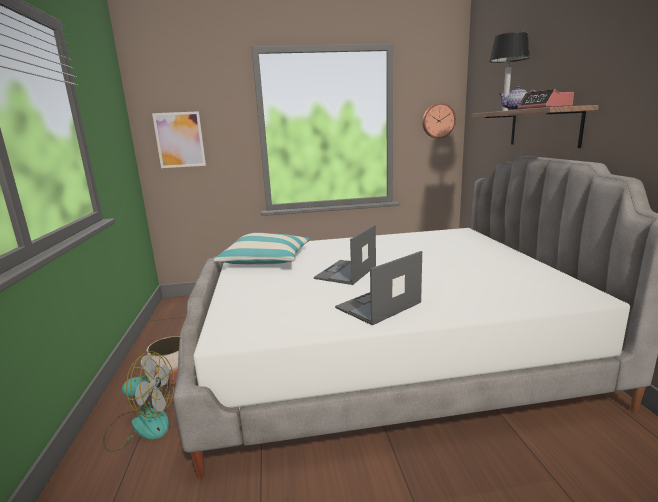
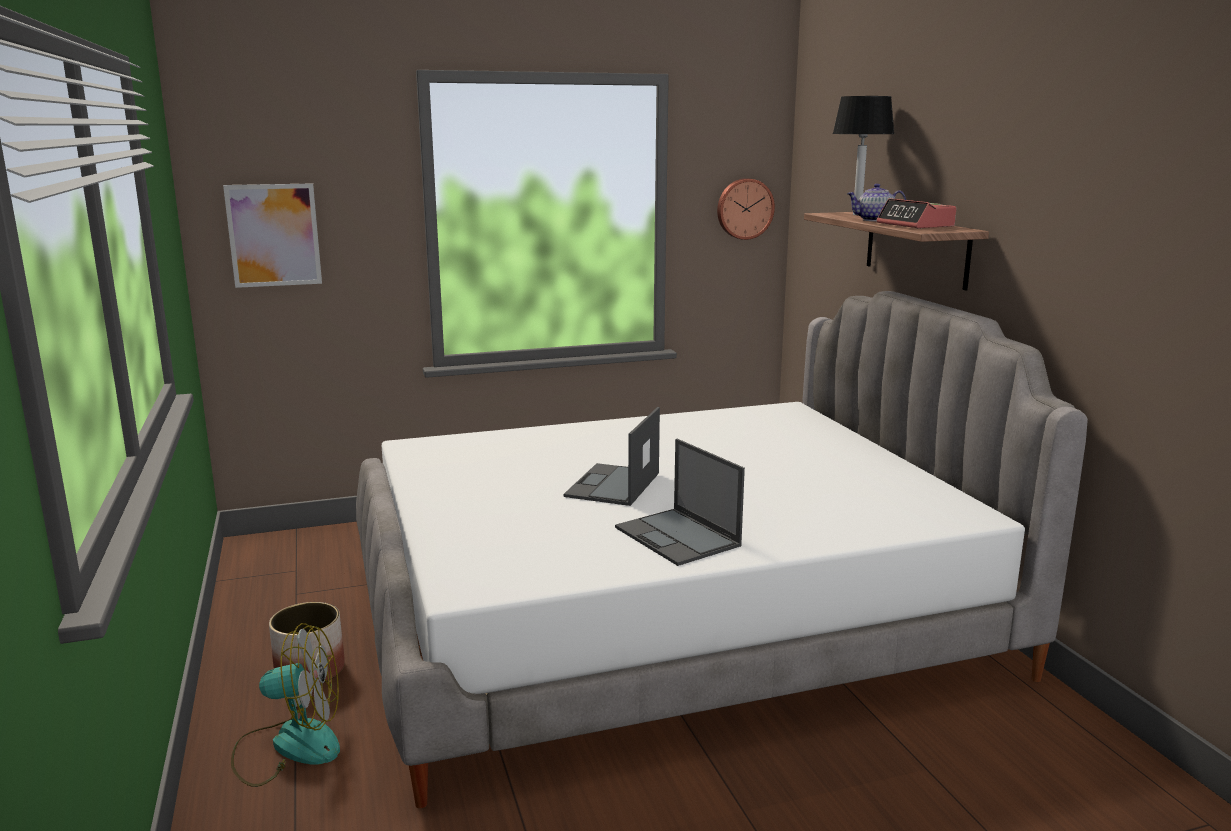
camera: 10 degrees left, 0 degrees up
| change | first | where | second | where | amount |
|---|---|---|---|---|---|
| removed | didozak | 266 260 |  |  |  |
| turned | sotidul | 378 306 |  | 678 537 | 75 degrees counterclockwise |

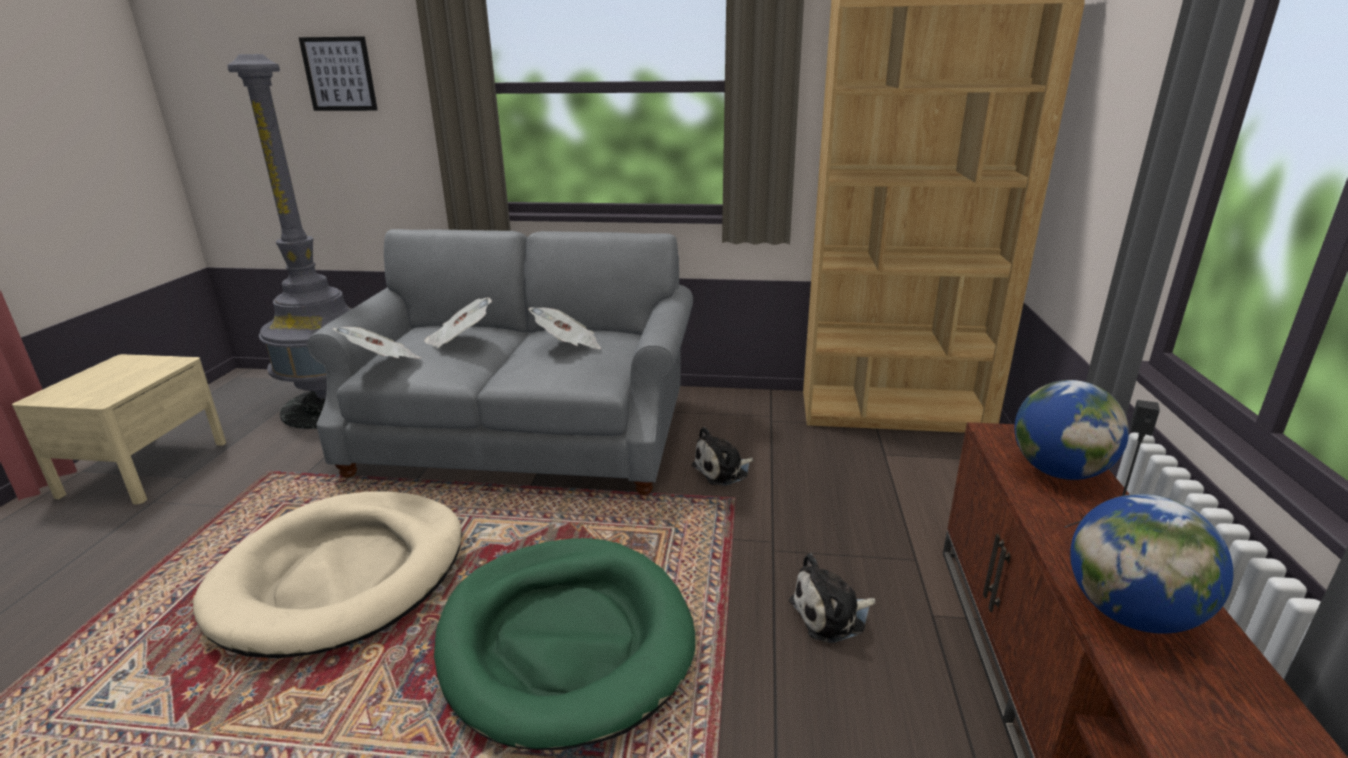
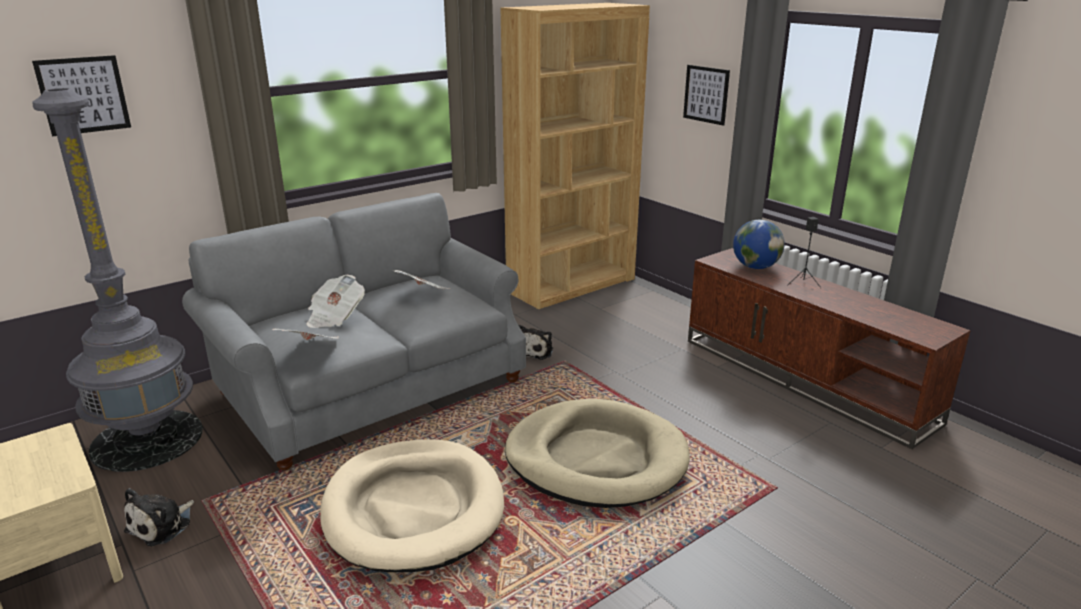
camera: 45 degrees left, 0 degrees up
| change | first | where | second | where | amount |
|---|---|---|---|---|---|
| removed | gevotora | 1130 613 |  |  |  |
| added |  |  | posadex | 706 94 |  |
| moved | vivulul | 831 615 |  | 162 525 |  |
| recoloured | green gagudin | 565 641 | beige gagudin | 596 459 |  |

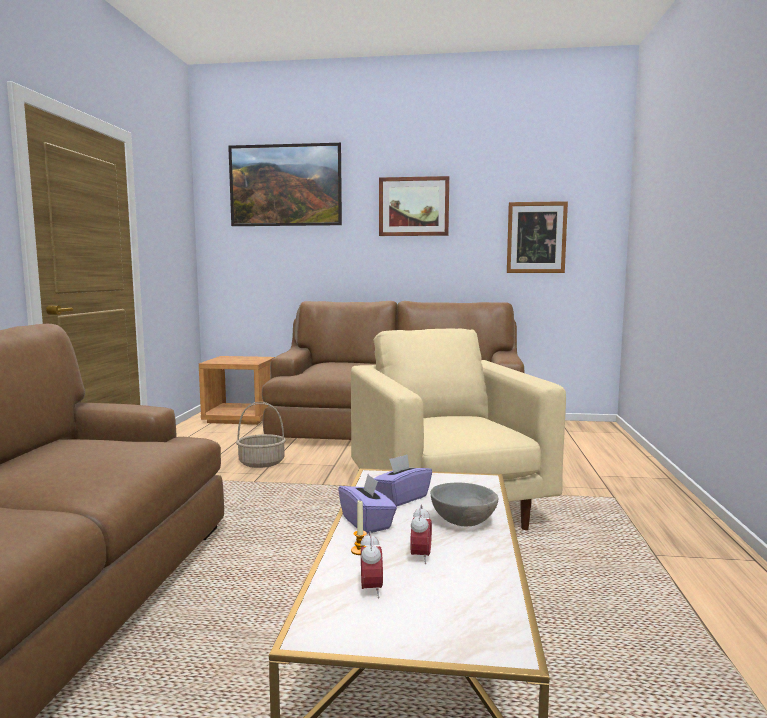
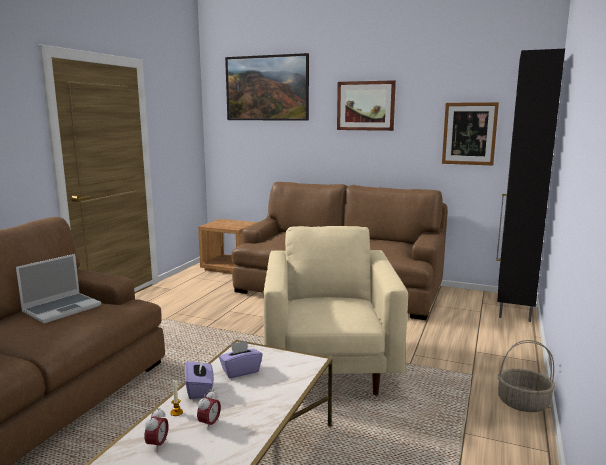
camera: 15 degrees right, 5 degrees up
| change | first | where | second | where | amount |
|---|---|---|---|---|---|
| removed | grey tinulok | 463 522 |  |  |  |
| added |  |  | sotidul | 62 308 |  |
| added |  |  | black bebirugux | 513 307 |  |
| moved | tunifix | 262 463 |  | 523 403 |  |

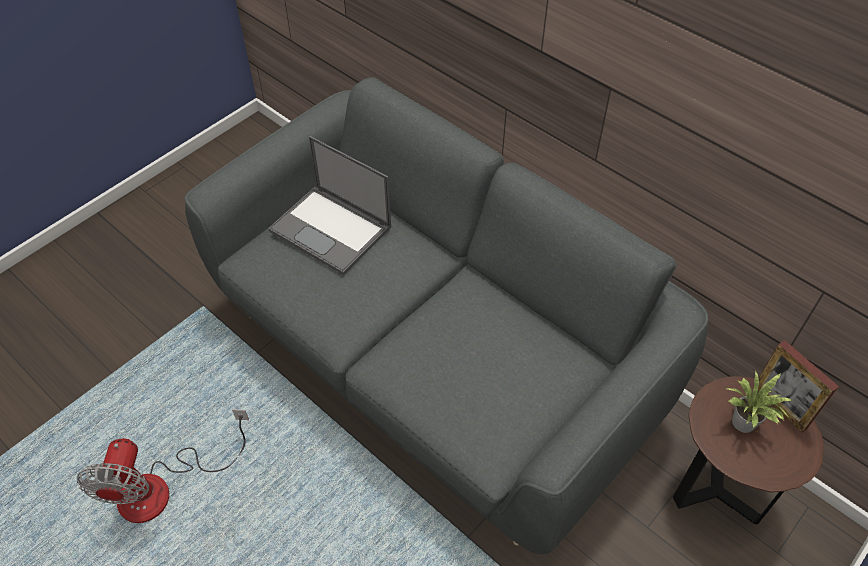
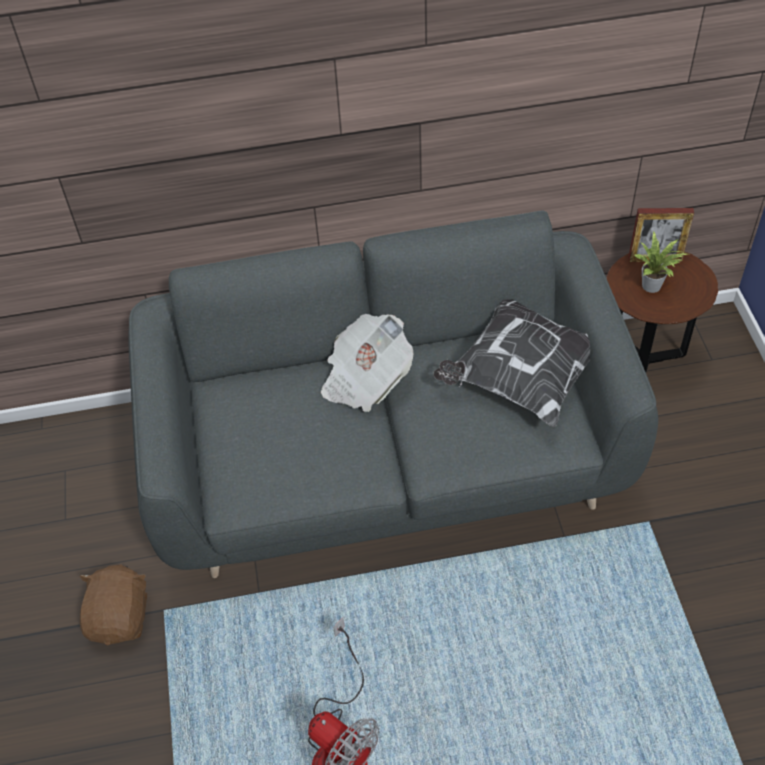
camera: 50 degrees left, 0 degrees up
| change | first | where | second | where | amount |
|---|---|---|---|---|---|
| removed | sotidul | 332 229 |  |  |  |
| added |  |  | brown vivulul | 120 617 |  |
| added |  |  | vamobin | 365 378 |  |
| added |  |  | didozak | 520 377 |  |

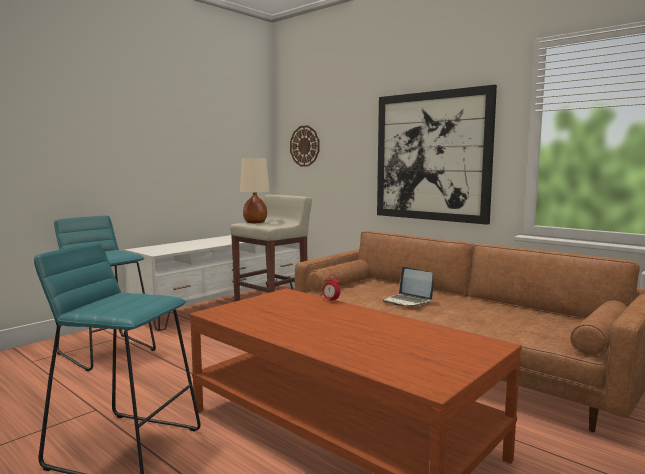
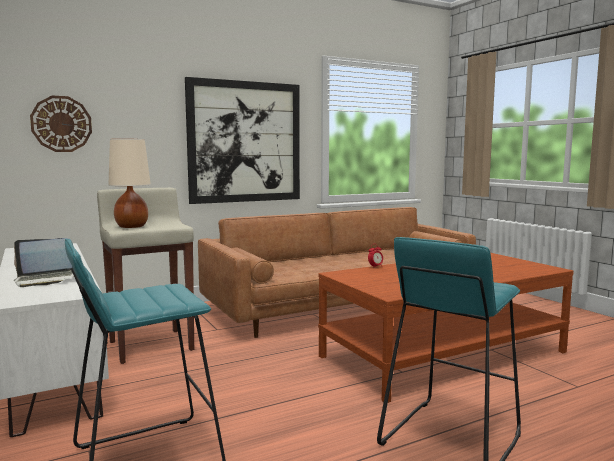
camera: 70 degrees left, 0 degrees up
| change | first | where | second | where | amount |
|---|---|---|---|---|---|
| moved | sotidul | 407 301 |  | 47 279 |  |

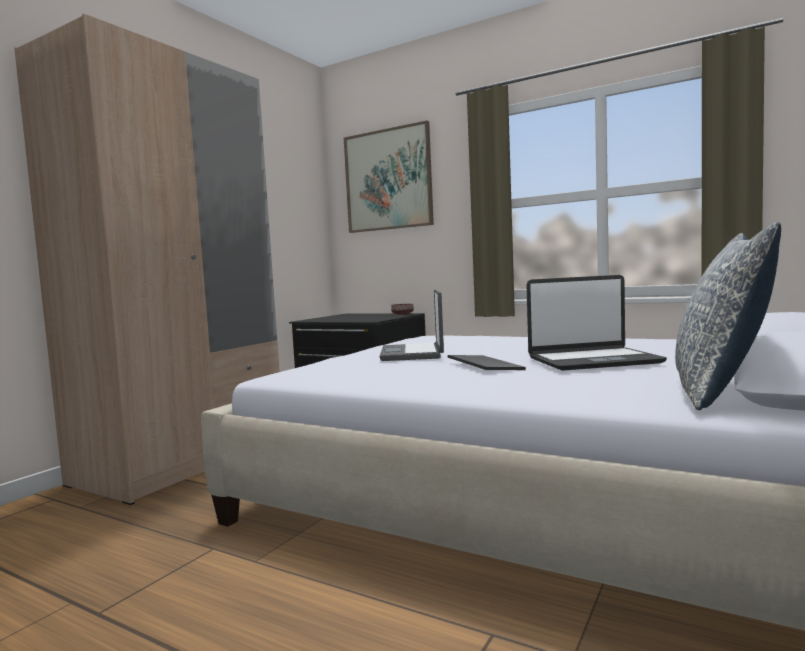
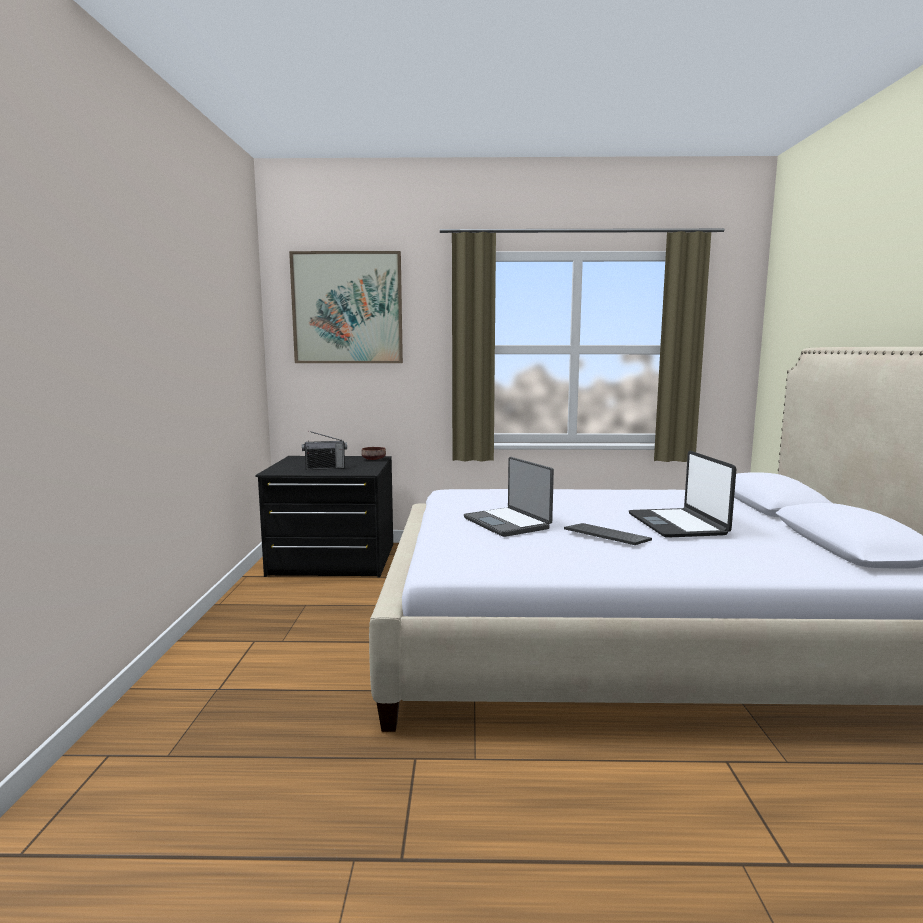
camera: 30 degrees left, 5 degrees up
| change | first | where | second | where | amount |
|---|---|---|---|---|---|
| removed | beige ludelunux | 184 462 |  |  |  |
| removed | didozak | 720 392 |  |  |  |
| added |  |  | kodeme | 325 468 |  |
| turned | sotidul | 592 360 |  | 678 524 | 120 degrees clockwise |

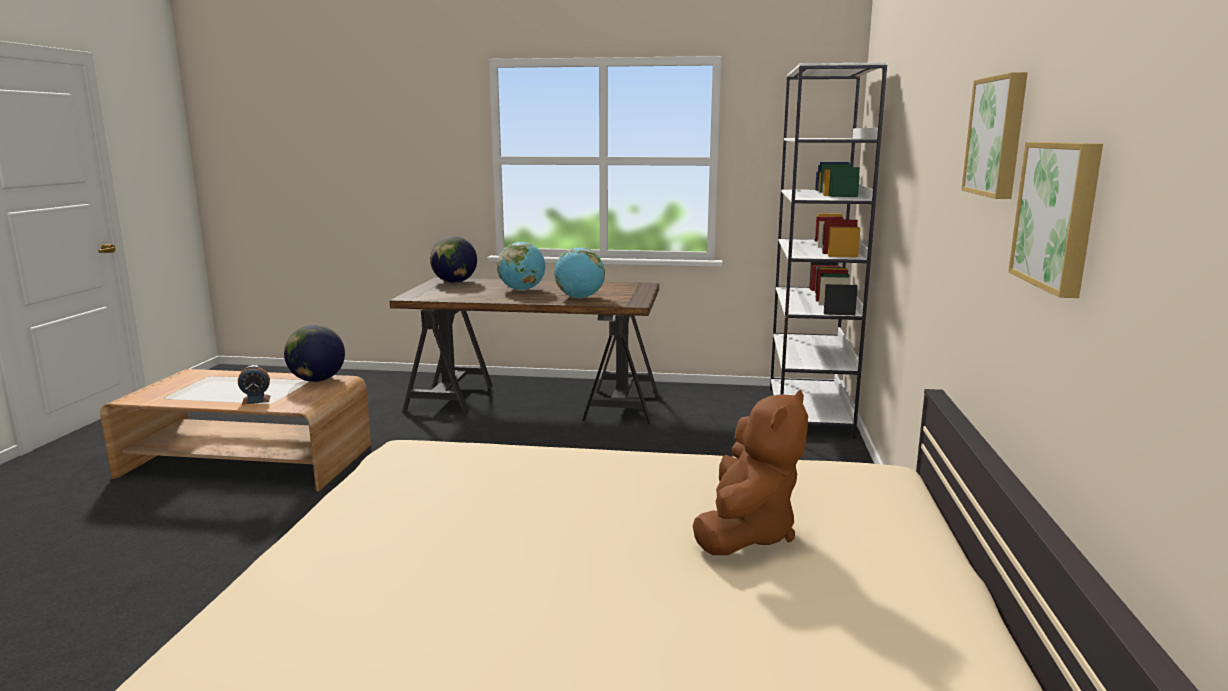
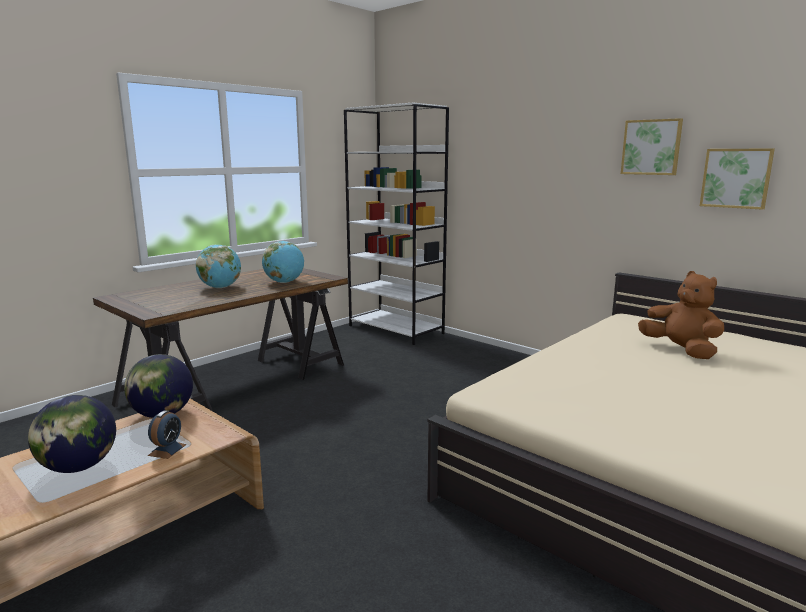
camera: 55 degrees left, 0 degrees up
| change | first | where | second | where | amount |
|---|---|---|---|---|---|
| moved | gevotora | 454 282 |  | 78 467 |  |

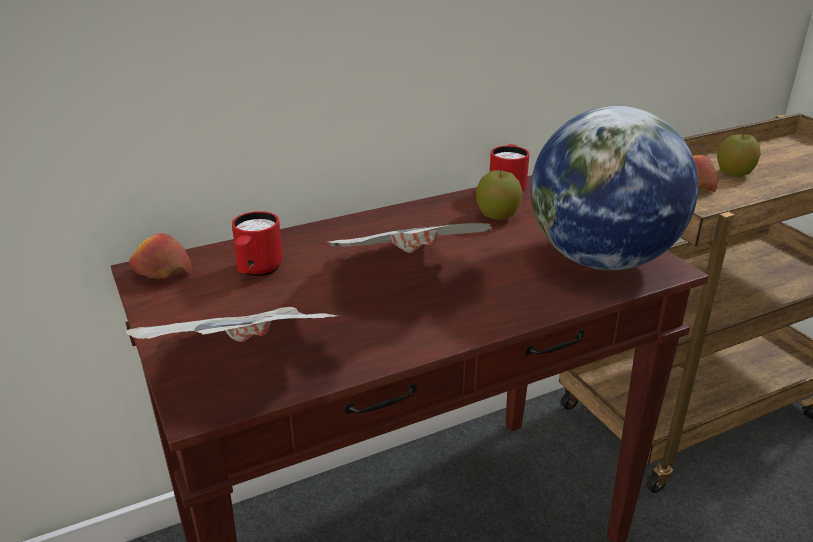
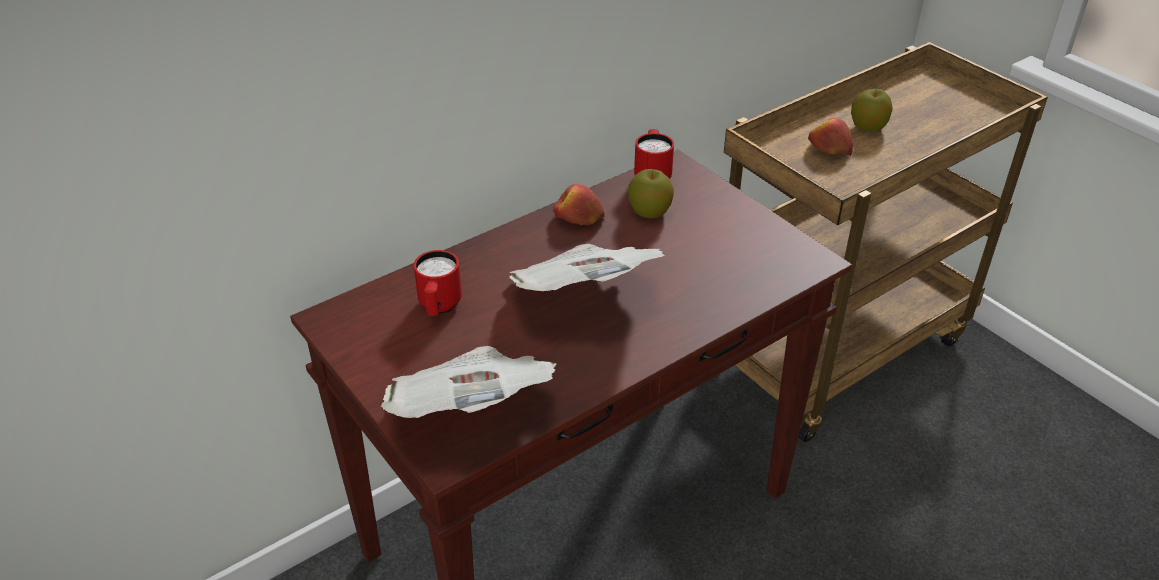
camera: 10 degrees left, 10 degrees up
| change | first | where | second | where | amount |
|---|---|---|---|---|---|
| removed | gevotora | 600 260 |  |  |  |
| moved | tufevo | 161 273 |  | 578 218 |  |

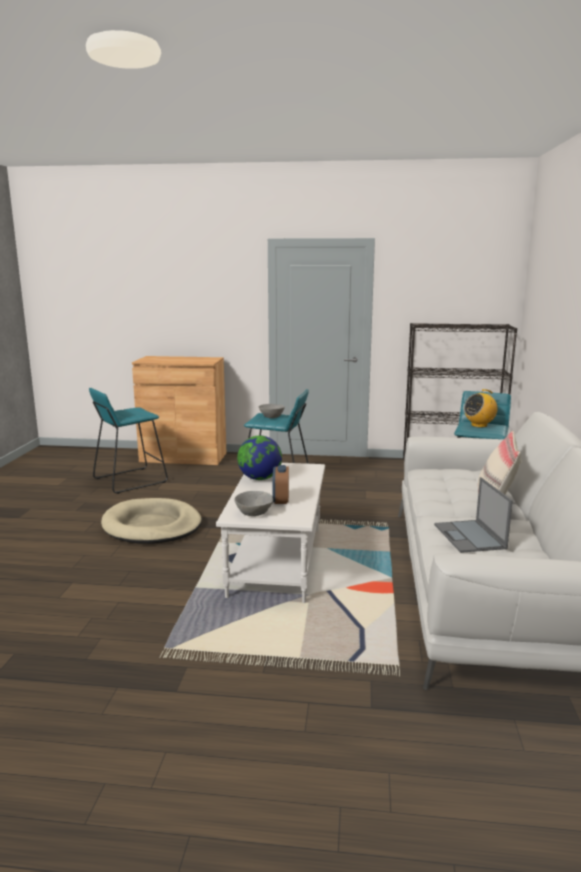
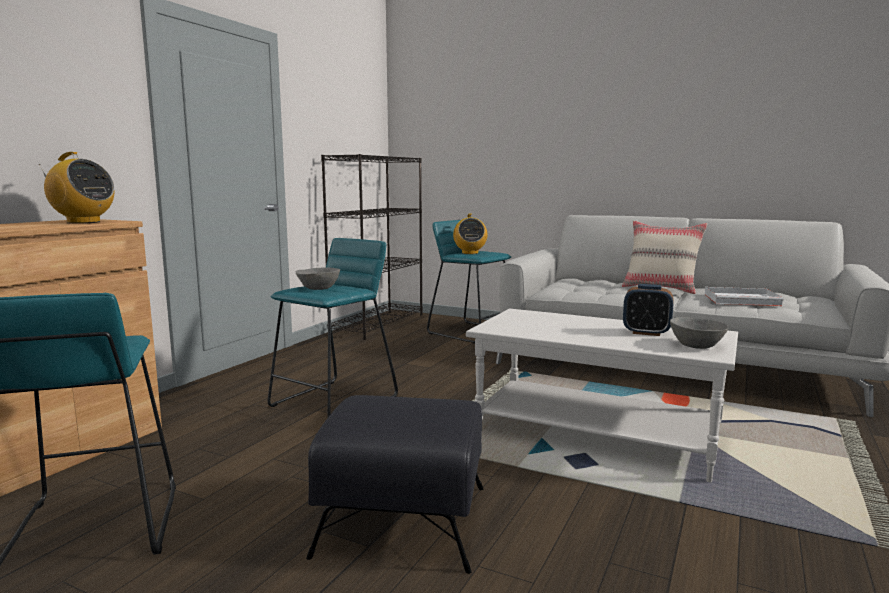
camera: 70 degrees left, 5 degrees down
| change | first | where | second | where | amount |
|---|---|---|---|---|---|
| removed | gevotora | 259 478 |  |  |  |
| added |  |  | kodeme | 83 222 |  |
| replaced | beige gagudin | 152 526 | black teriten | 405 520 |  |
| replaced | sotidul | 470 537 | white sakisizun | 743 300 |  |

